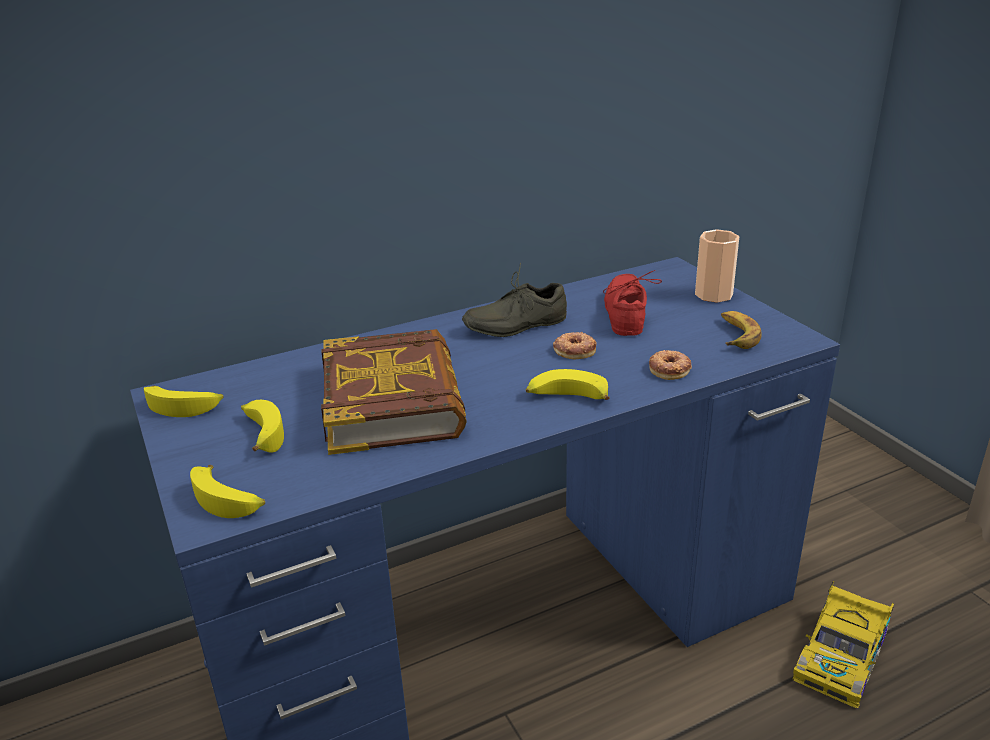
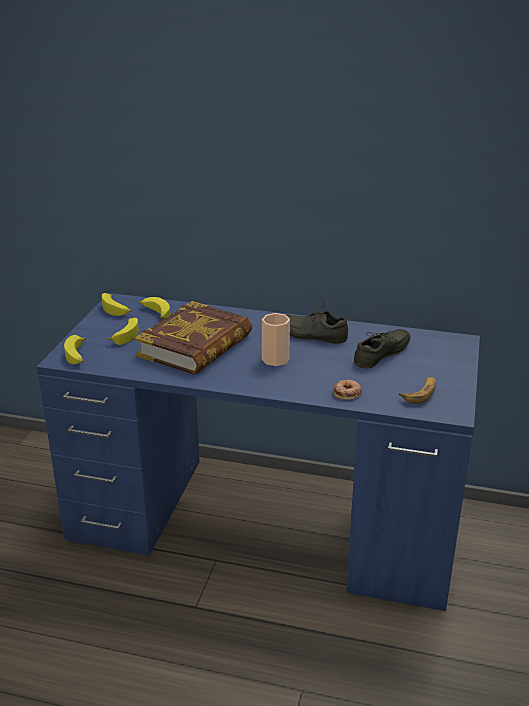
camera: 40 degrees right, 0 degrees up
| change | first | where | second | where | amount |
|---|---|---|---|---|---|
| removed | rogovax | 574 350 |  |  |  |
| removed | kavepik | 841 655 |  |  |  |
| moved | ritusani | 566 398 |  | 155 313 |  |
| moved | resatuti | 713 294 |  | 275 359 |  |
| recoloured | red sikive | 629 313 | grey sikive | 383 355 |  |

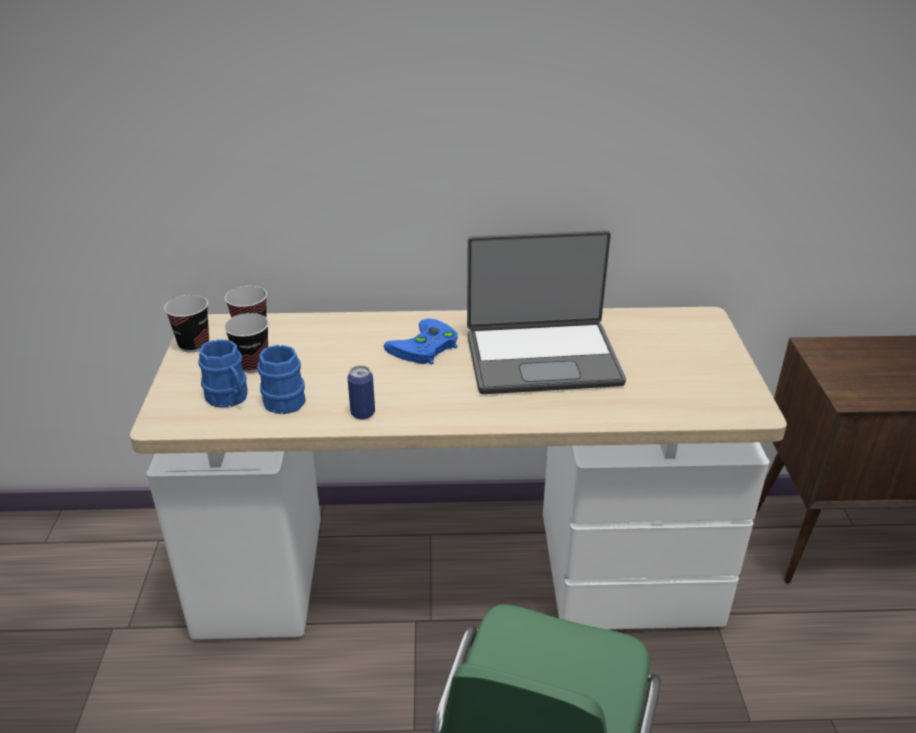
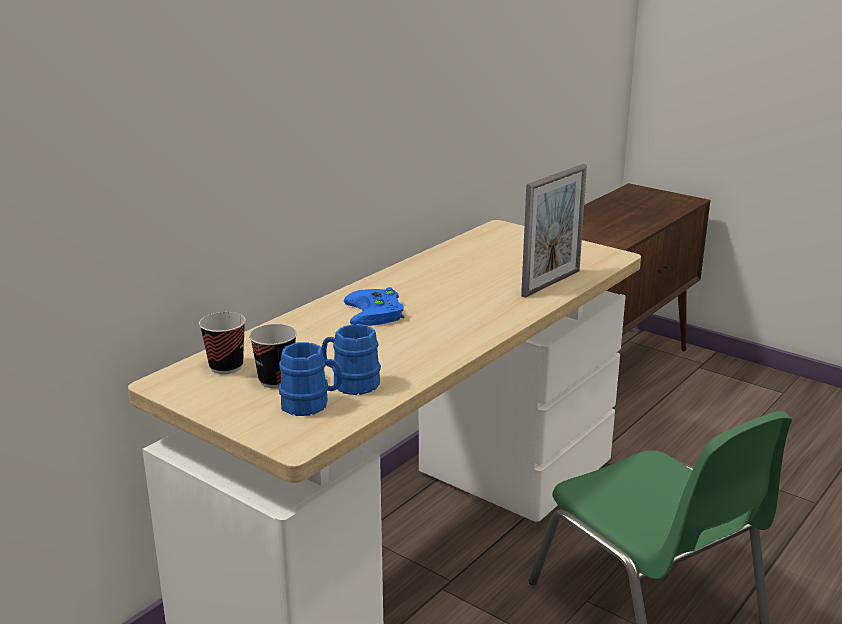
camera: 50 degrees left, 10 degrees down
| change | first | where | second | where | amount |
|---|---|---|---|---|---|
| removed | resatuti | 194 344 |  |  |  |
| removed | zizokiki | 363 413 |  |  |  |
| removed | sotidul | 542 358 |  |  |  |
| added |  |  | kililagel | 551 283 |  |

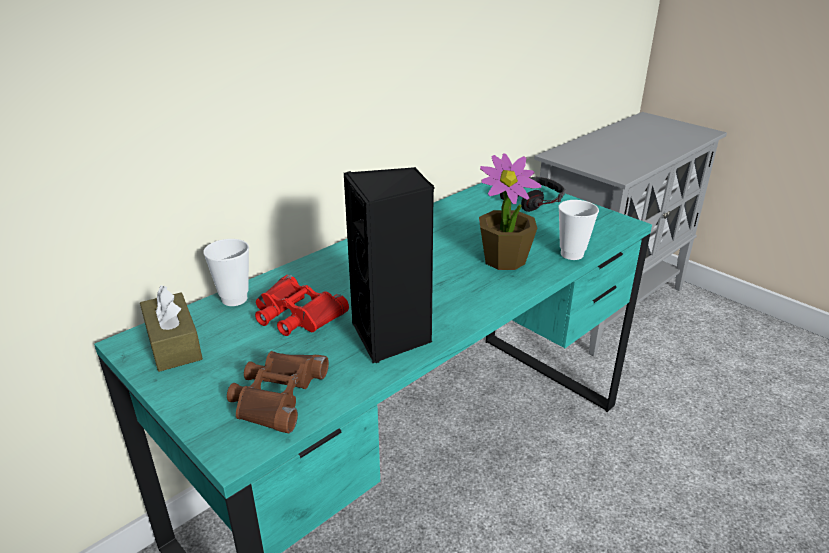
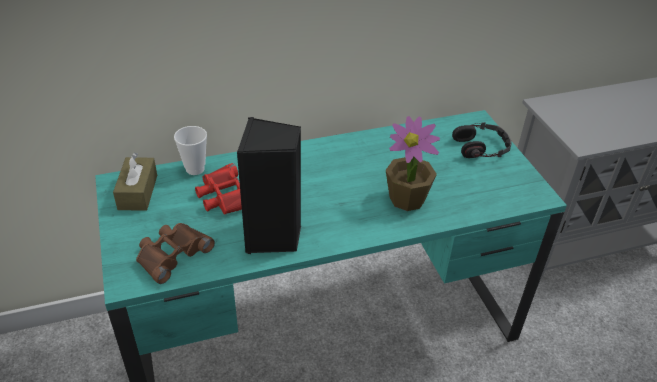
camera: 25 degrees right, 10 degrees up
| change | first | where | second | where | amount |
|---|---|---|---|---|---|
| removed | resatuti | 572 254 |  |  |  |

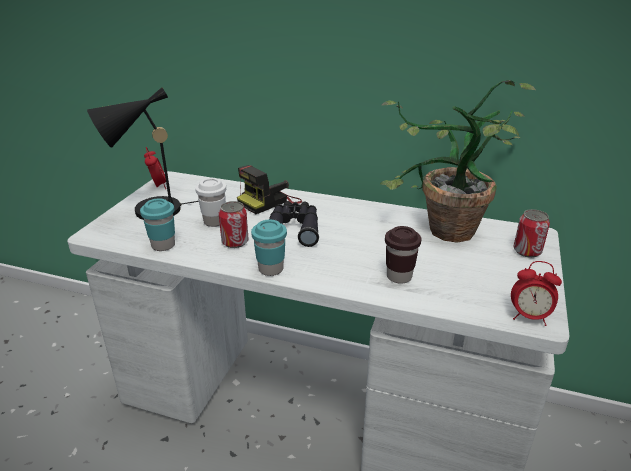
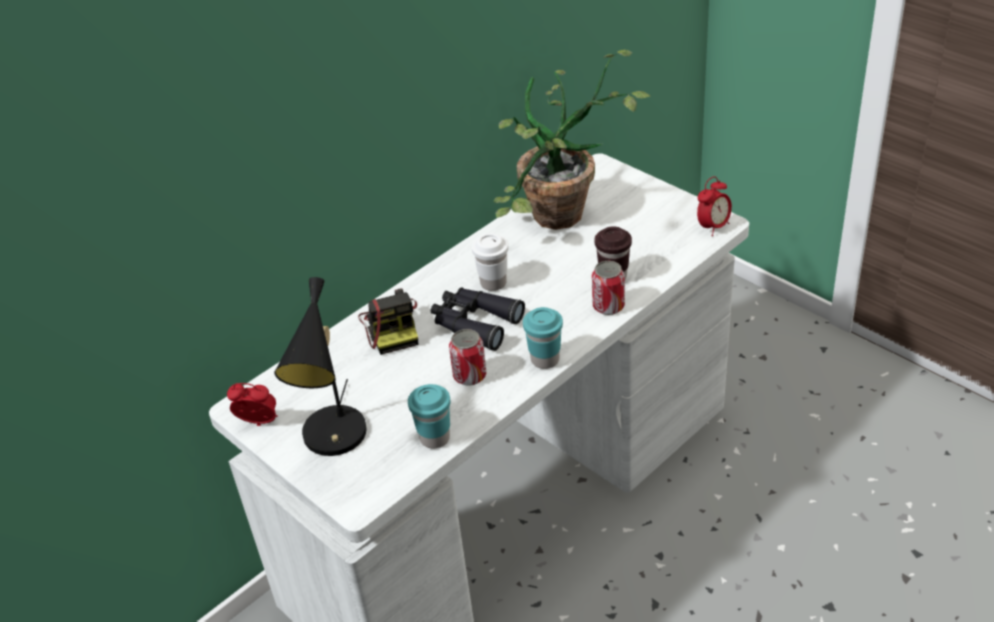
camera: 60 degrees left, 10 degrees up
| change | first | where | second | where | amount |
|---|---|---|---|---|---|
| moved | white resatuti | 214 222 |  | 493 283 |  |
| moved | zizokiki | 527 251 |  | 608 306 |  |

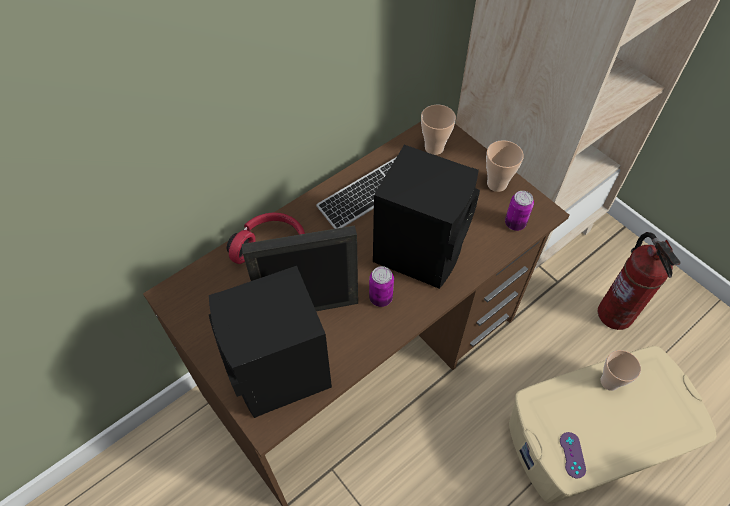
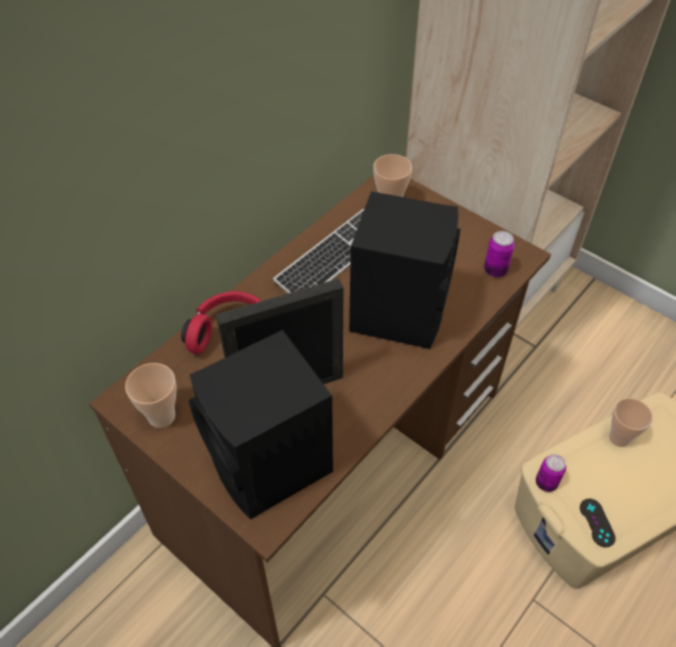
camera: 10 degrees left, 5 degrees down
| change | first | where | second | where | amount |
|---|---|---|---|---|---|
| removed | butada | 616 314 |  |  |  |
| moved | zizokiki | 380 298 |  | 546 483 |  |
| moved | resatuti | 496 184 |  | 161 416 |  |
| recoloured | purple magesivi | 572 455 | black magesivi | 597 522 |  |

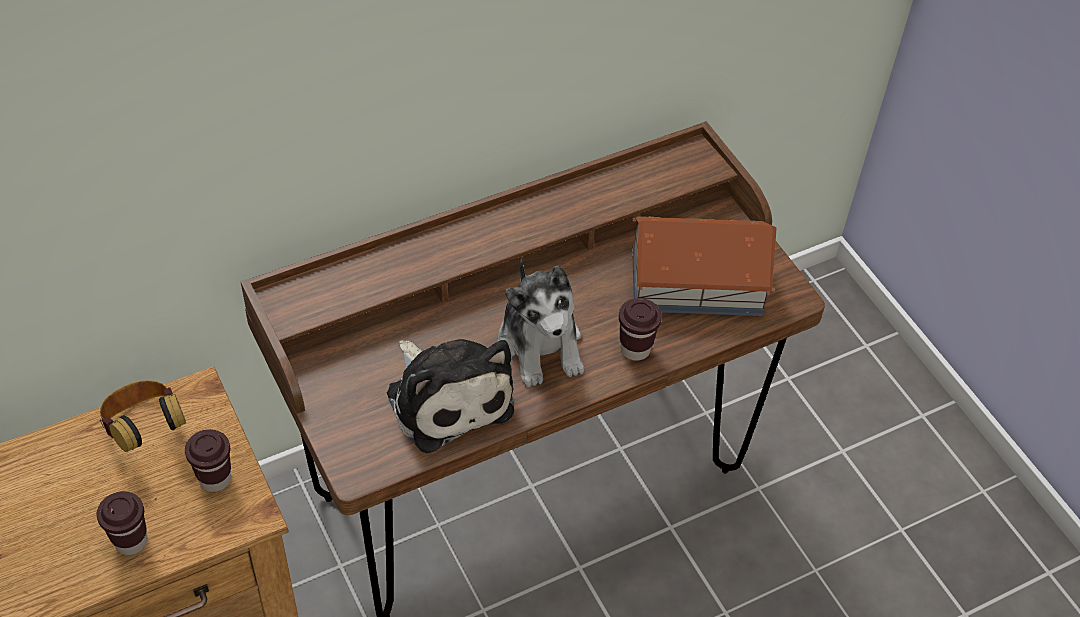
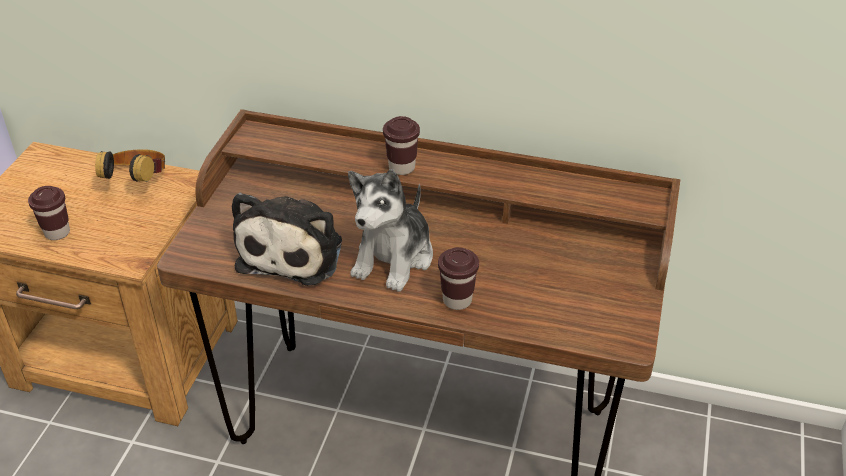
camera: 45 degrees right, 10 degrees down
| change | first | where | second | where | amount |
|---|---|---|---|---|---|
| removed | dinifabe | 695 280 |  |  |  |
| moved | brown resatuti | 215 479 |  | 402 167 |  |

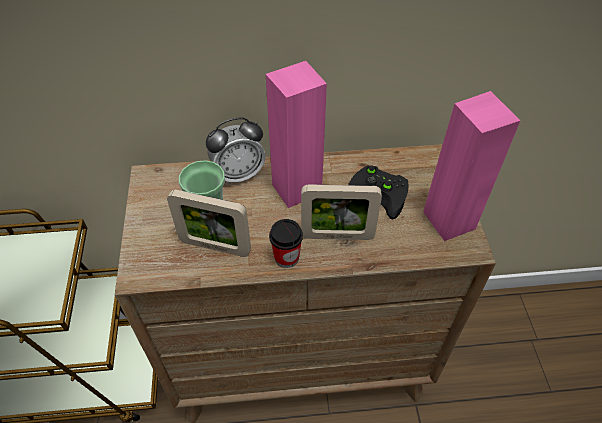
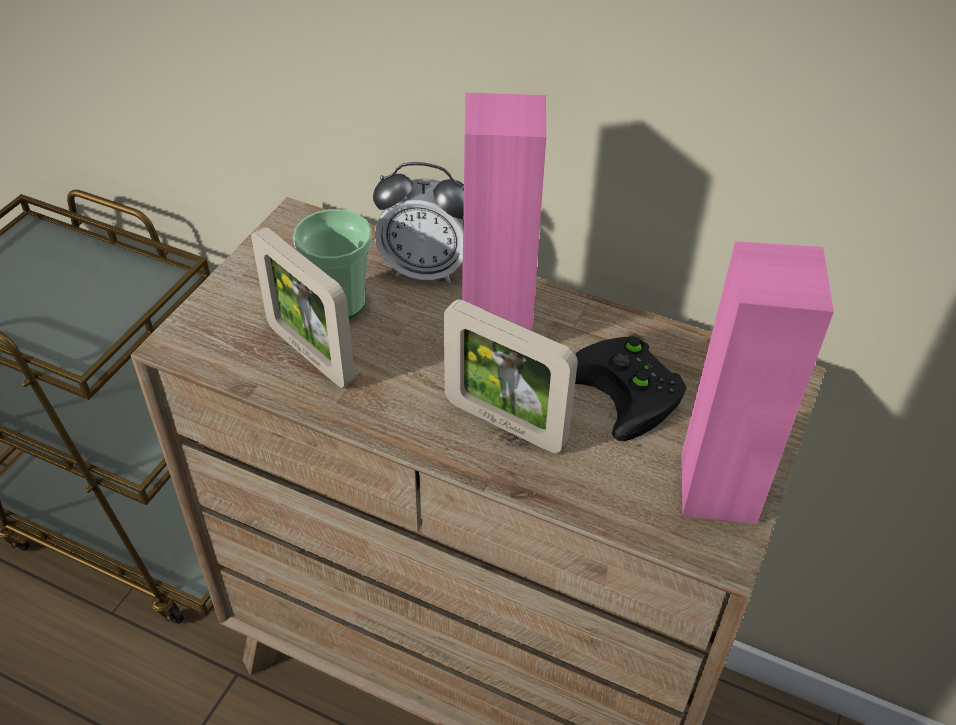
camera: 30 degrees right, 5 degrees down
| change | first | where | second | where | amount |
|---|---|---|---|---|---|
| removed | resatuti | 286 257 |  |  |  |

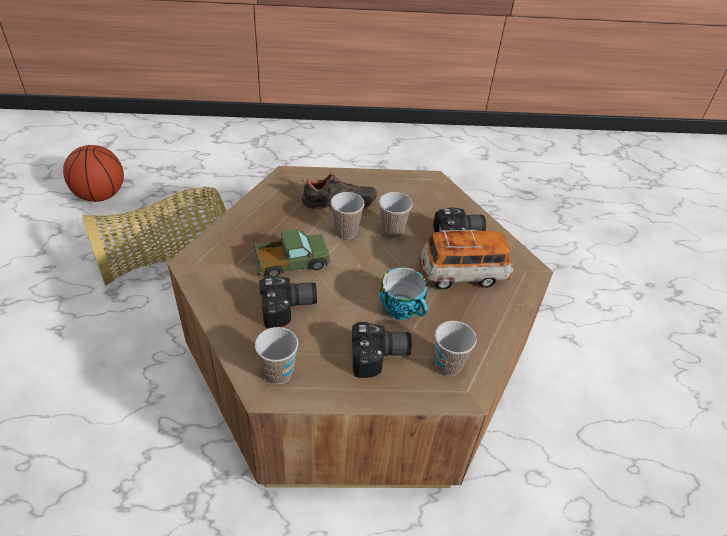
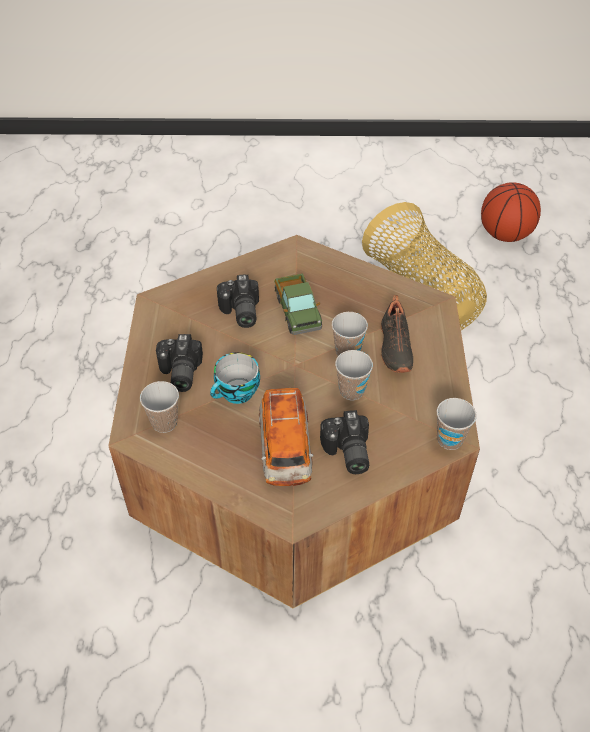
camera: 95 degrees right, 5 degrees up
| change | first | where | second | where | amount |
|---|---|---|---|---|---|
| moved | resatuti | 278 373 |  | 450 439 |  |

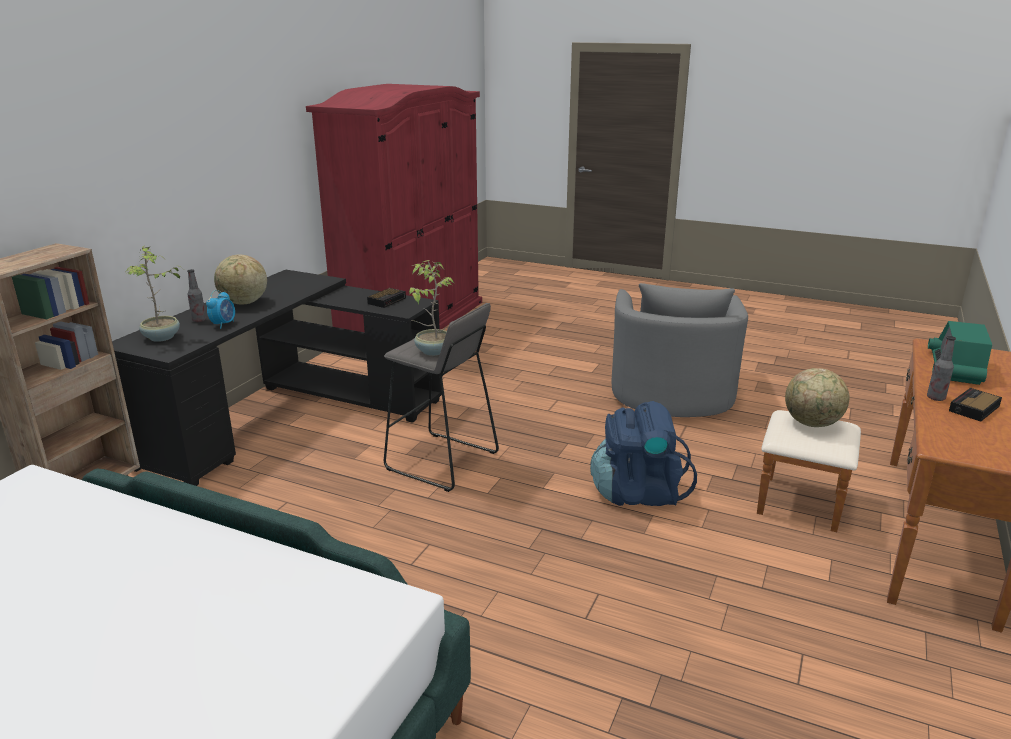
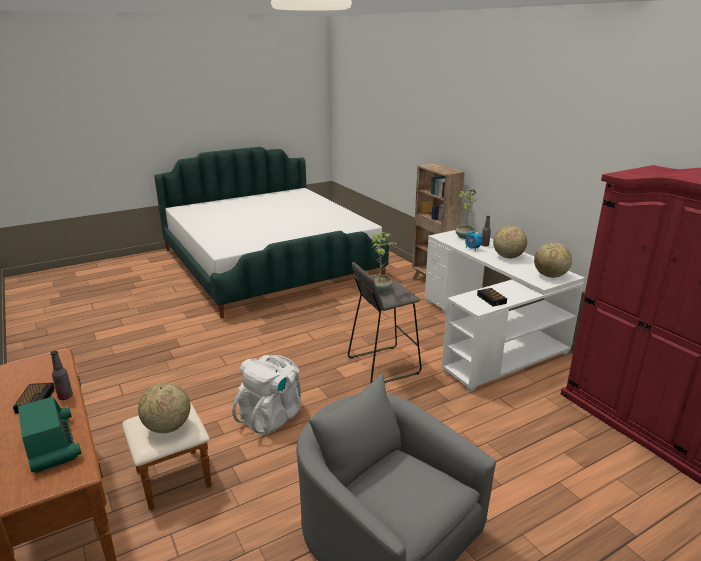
camera: 125 degrees right, 0 degrees up
| change | first | where | second | where | amount |
|---|---|---|---|---|---|
| added |  |  | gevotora | 550 276 |  |
| recoloured | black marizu | 289 415 | white marizu | 490 336 |  |
| recoloured | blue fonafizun | 637 493 | white fonafizun | 271 416 |  |

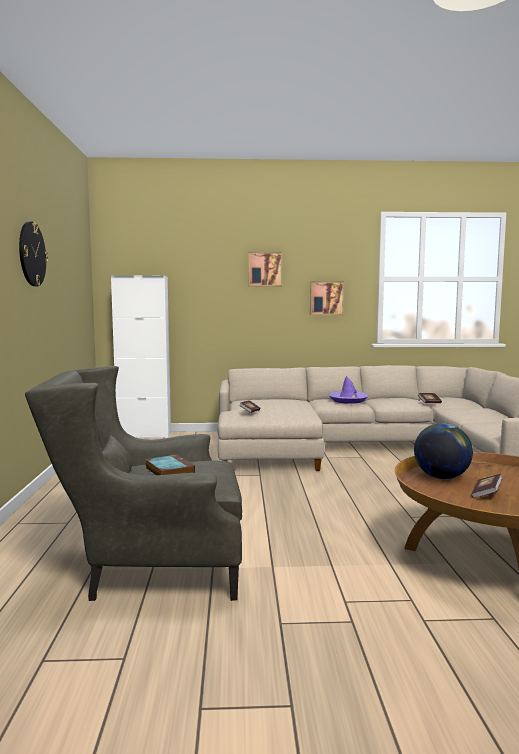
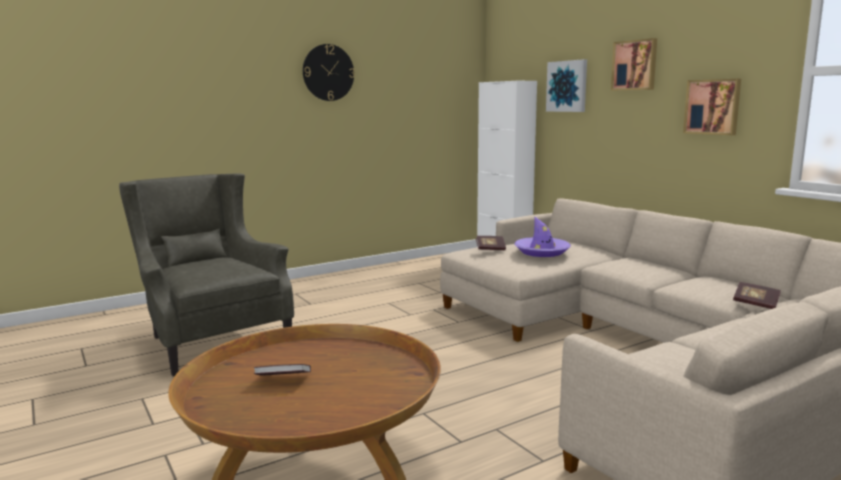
camera: 60 degrees right, 5 degrees up
| change | first | where | second | where | amount |
|---|---|---|---|---|---|
| removed | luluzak | 169 471 |  |  |  |
| removed | gevotora | 441 477 |  |  |  |
| added |  |  | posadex | 567 86 |  |
| moved | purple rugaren | 348 400 |  | 542 252 |  |

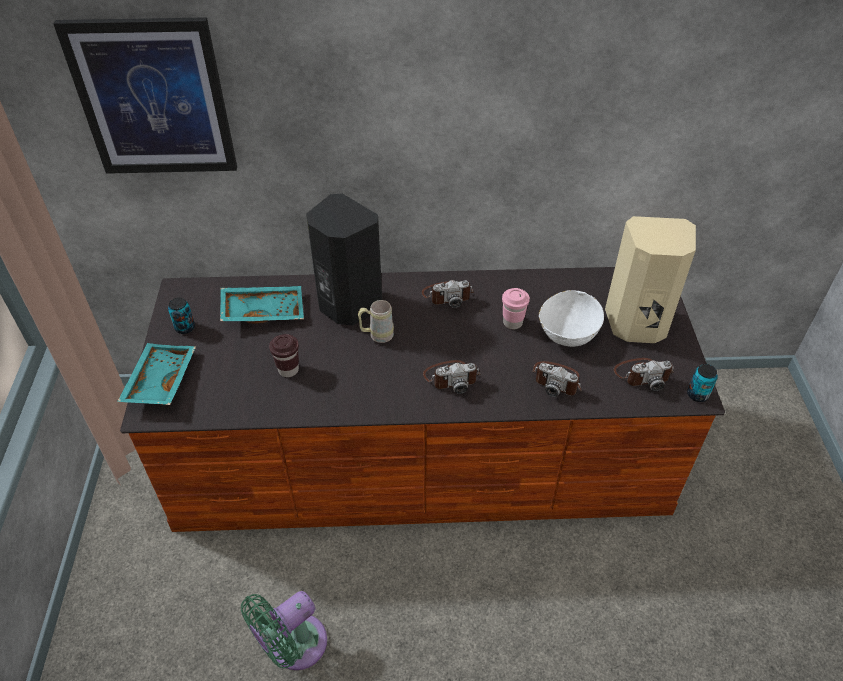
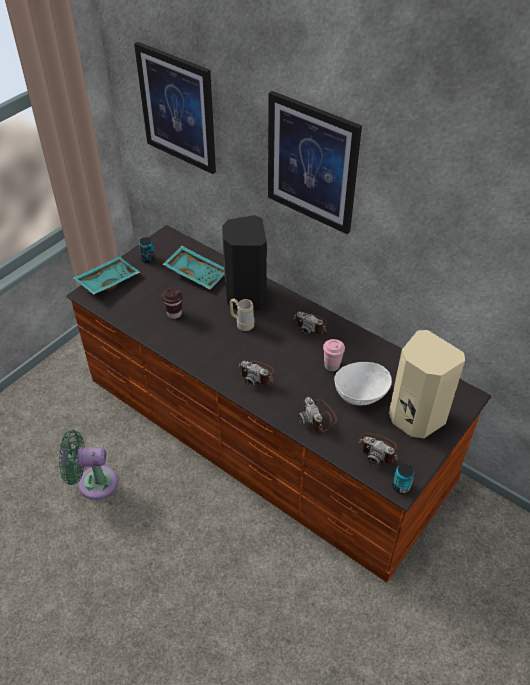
camera: 40 degrees right, 0 degrees up
| change | first | where | second | where | amount |
|---|---|---|---|---|---|
| added |  |  | posadex | 312 163 |  |

